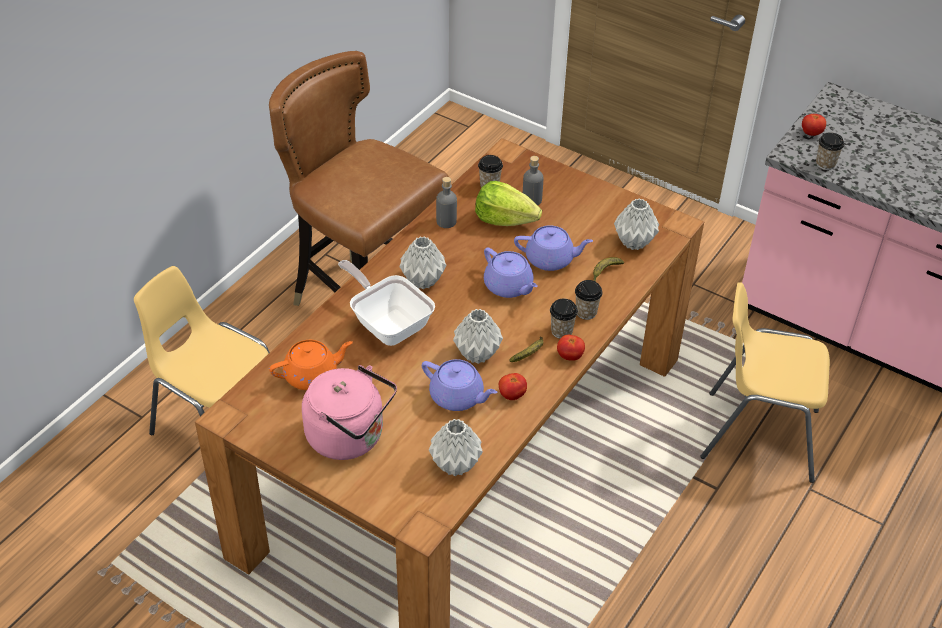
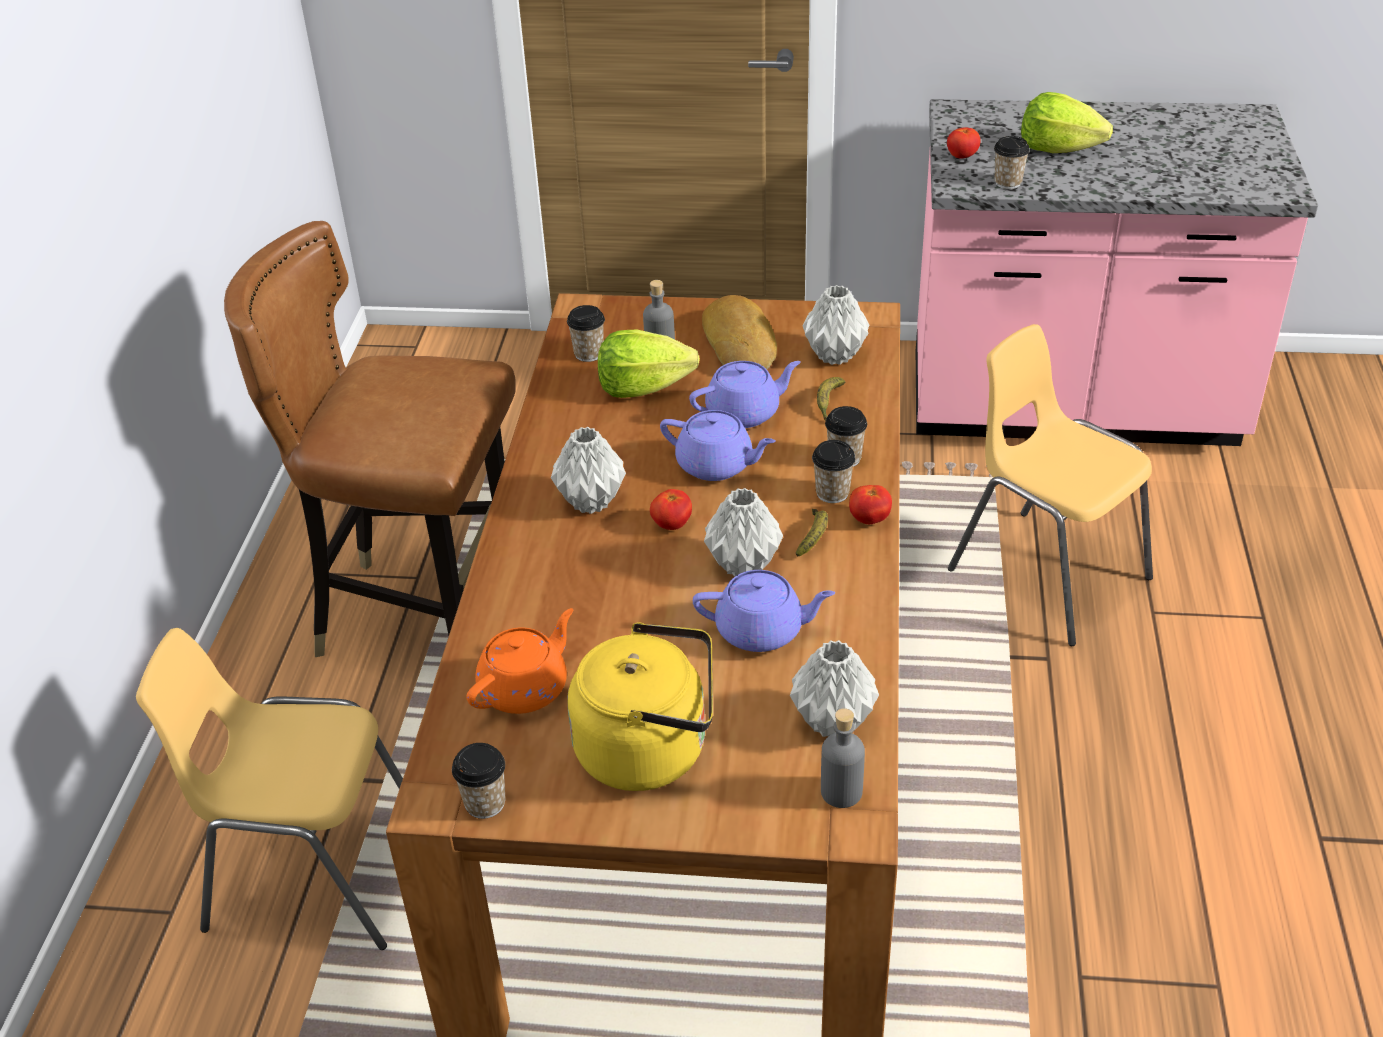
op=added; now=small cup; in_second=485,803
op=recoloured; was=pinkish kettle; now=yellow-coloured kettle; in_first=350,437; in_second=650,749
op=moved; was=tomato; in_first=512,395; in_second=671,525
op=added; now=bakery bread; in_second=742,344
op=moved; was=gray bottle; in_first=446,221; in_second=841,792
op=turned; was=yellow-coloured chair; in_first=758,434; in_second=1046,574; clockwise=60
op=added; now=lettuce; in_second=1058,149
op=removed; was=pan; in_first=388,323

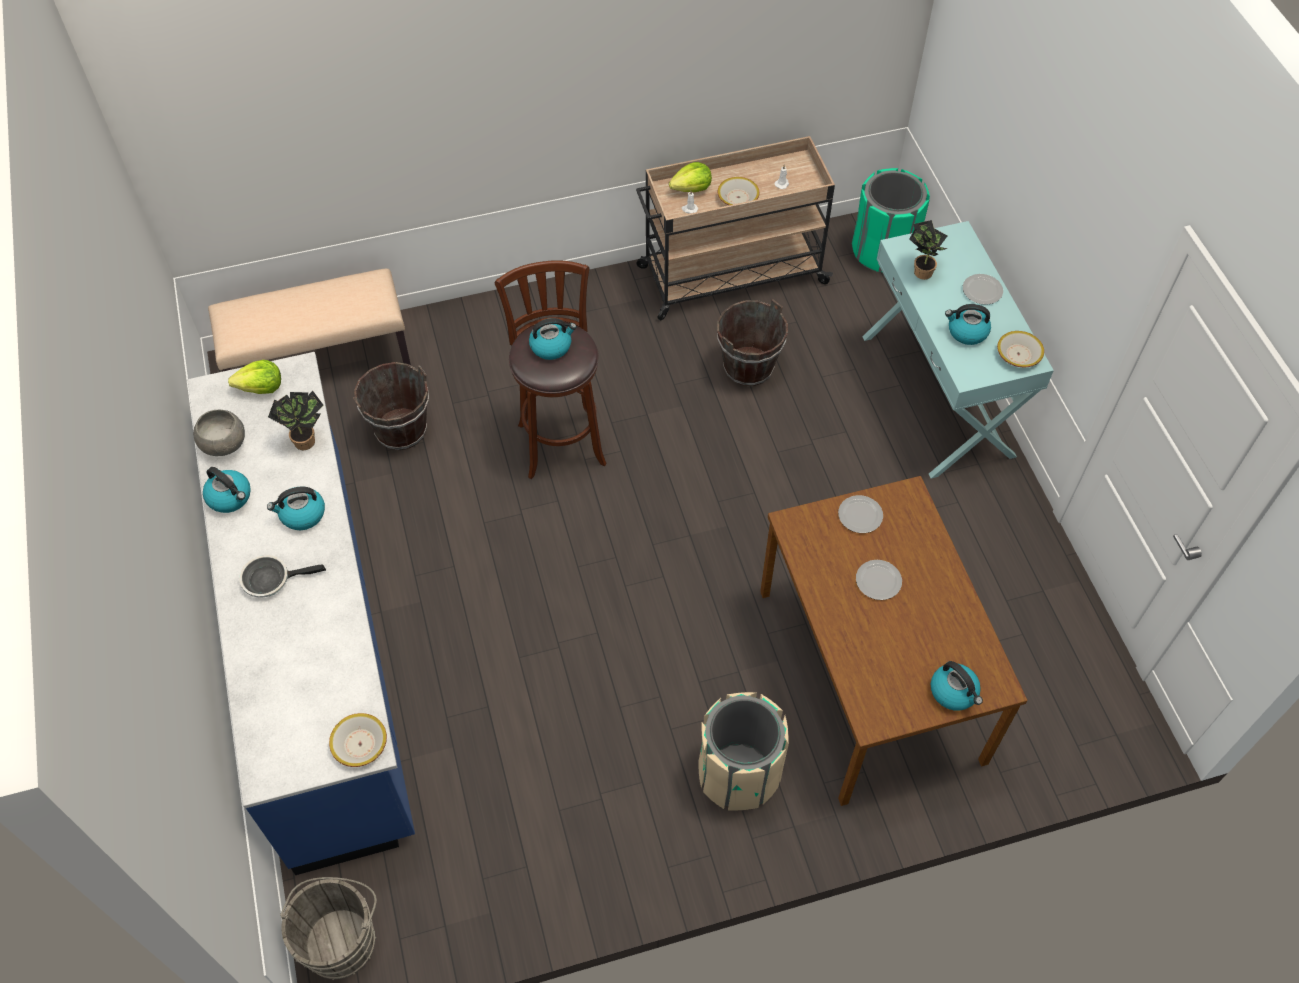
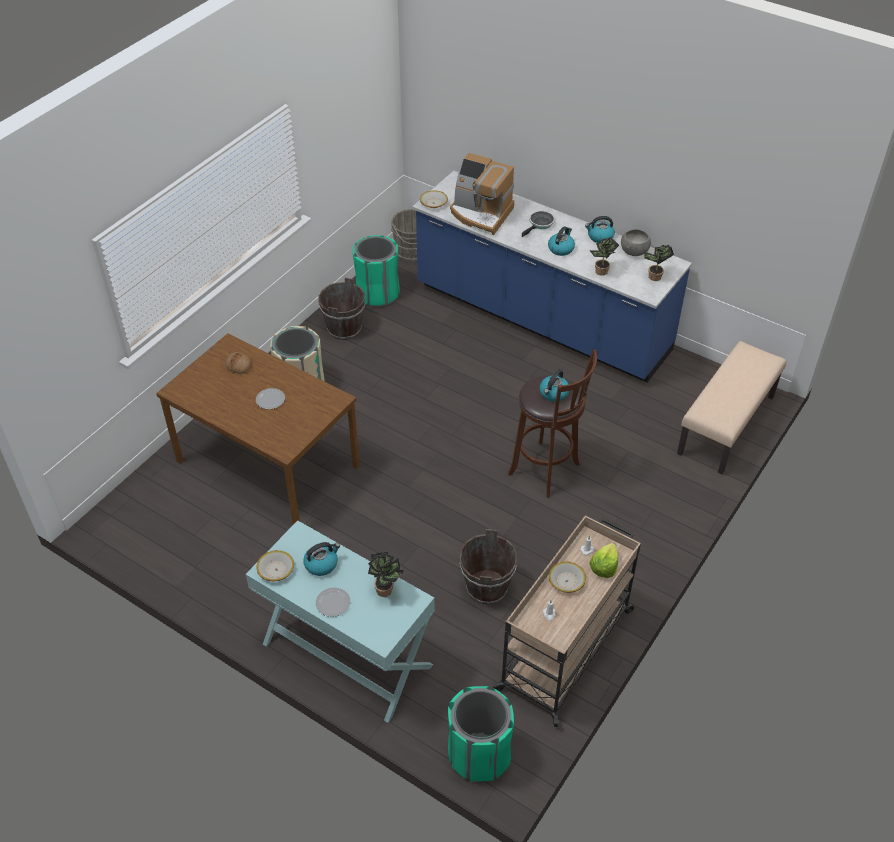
op=added; now=bakery bread; in_second=238,365
op=moved; was=brown-coloured pail; in_first=401,430; in_second=344,329
op=added; now=greenish waste bin; in_second=377,293
op=added; now=coffee maker; in_second=481,214
op=replaced; was=lettuce; now=plant in a pot; in_first=261,387; in_second=654,278
op=removed; was=dinner plate; in_first=861,515
op=removed; was=kettle; in_first=954,692

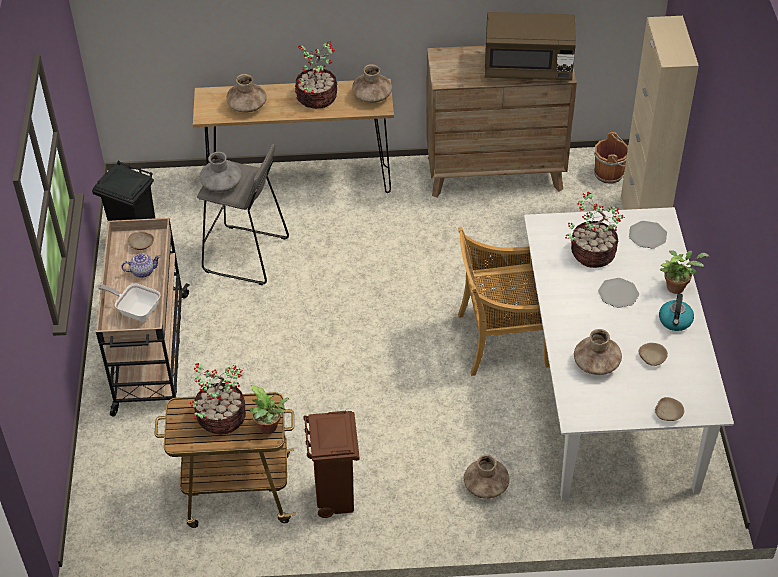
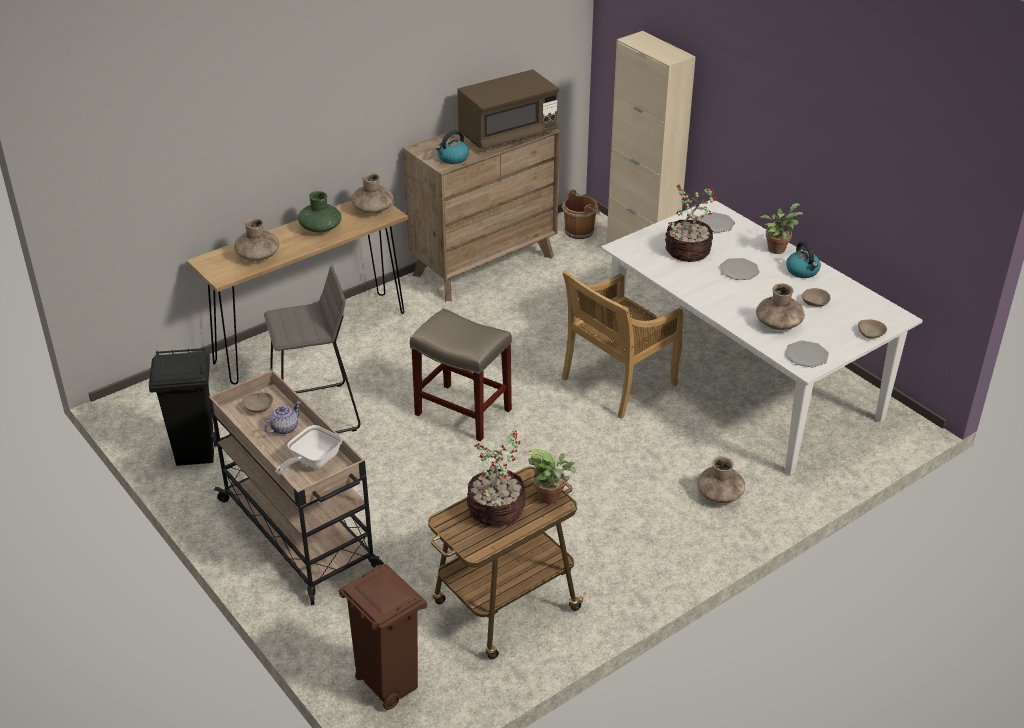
op=turned; was=pan; in_first=136,310; in_second=312,462; clockwise=-45
op=replaced; was=plant in a pot; now=greenish decorative vase; in_first=316,98; in_second=320,228
op=moved; was=brown-coloured waste bin; in_first=335,499; in_second=388,685
op=added; now=beige-coloured stool; in_second=461,412
op=added; now=kettle; in_second=453,158
op=added; now=dinner plate; in_second=806,355
op=removed; was=gray decorative vase; in_first=221,184

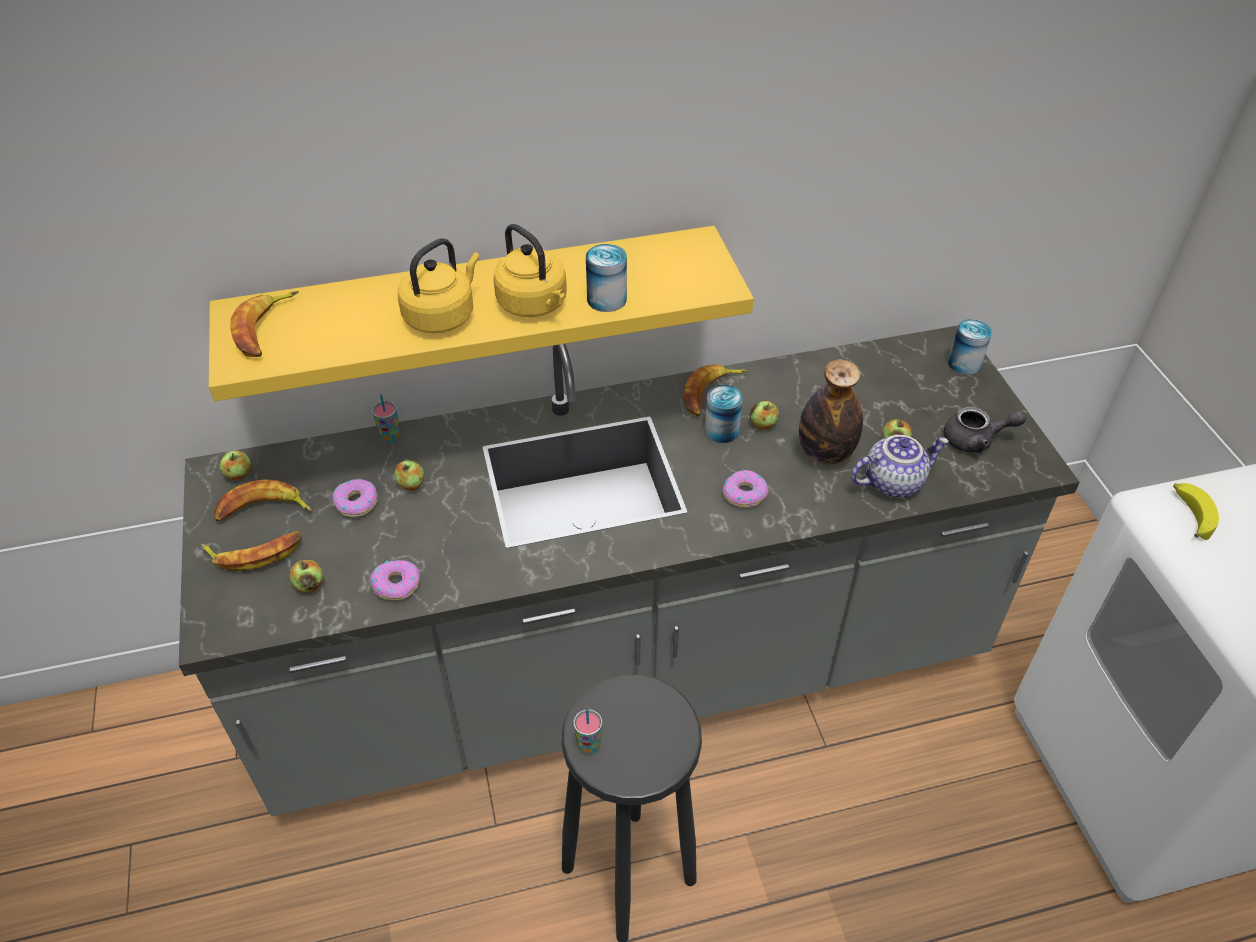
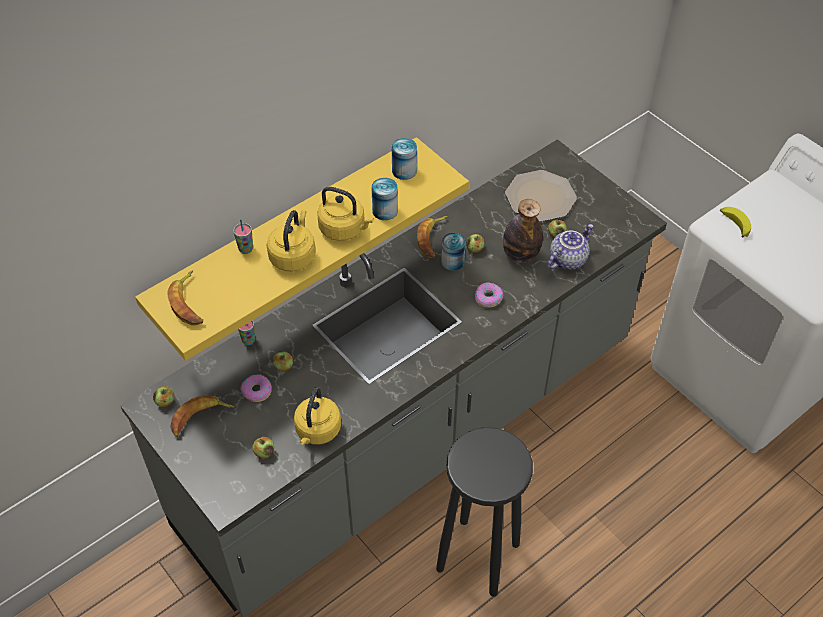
op=moved; was=small cup; in_first=589,745; in_second=246,249
op=replaced; was=donut; now=yellow-coloured kettle; in_first=396,584; in_second=317,431
op=moved; was=metal can; in_first=964,363; in_second=404,171
op=added; now=dinner plate; in_second=541,197
op=removed; was=banana fruit; in_first=255,553
op=removed; was=gray teapot; in_first=975,440

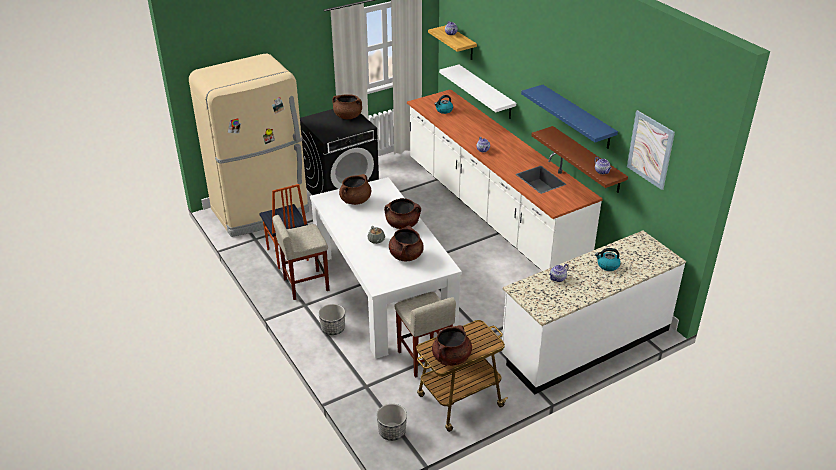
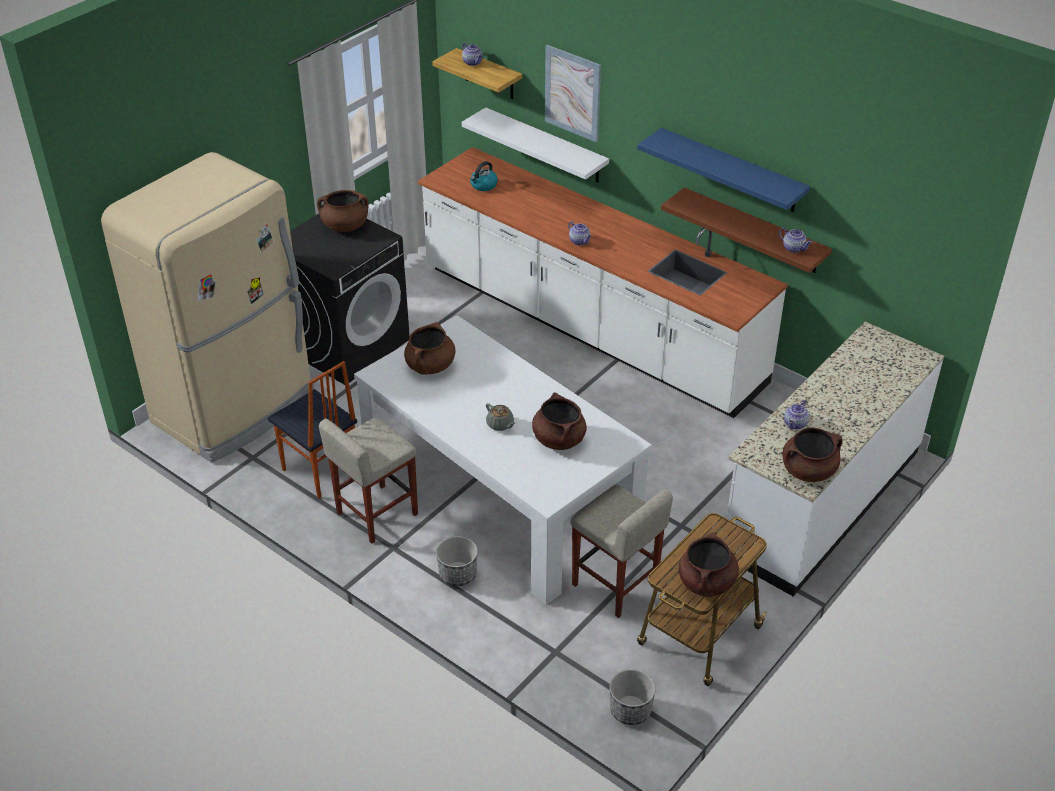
op=moved; was=picture; in_first=650,149; in_second=572,93
op=moved; was=brown-coloured saucepot; in_first=402,224; in_second=808,470
op=removed; was=kettle; in_first=607,265

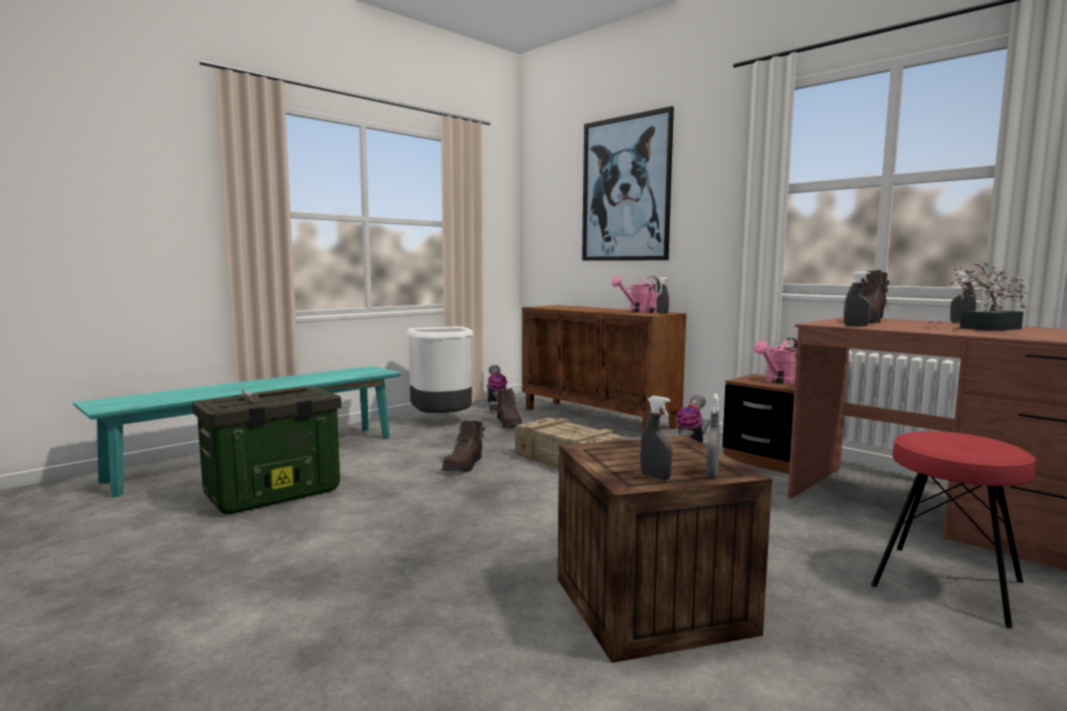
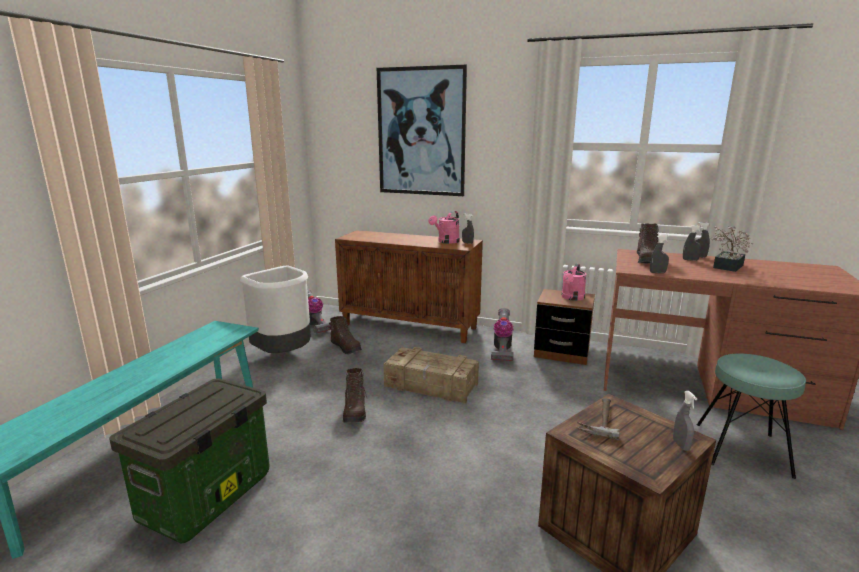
op=moved; was=tool hammer; in_first=273,395; in_second=598,419
op=moved; was=gray spray bottle; in_first=655,477; in_second=690,260
op=recoloured; was=red stool; now=turquoise-coloured stool; in_first=947,583; in_second=742,449

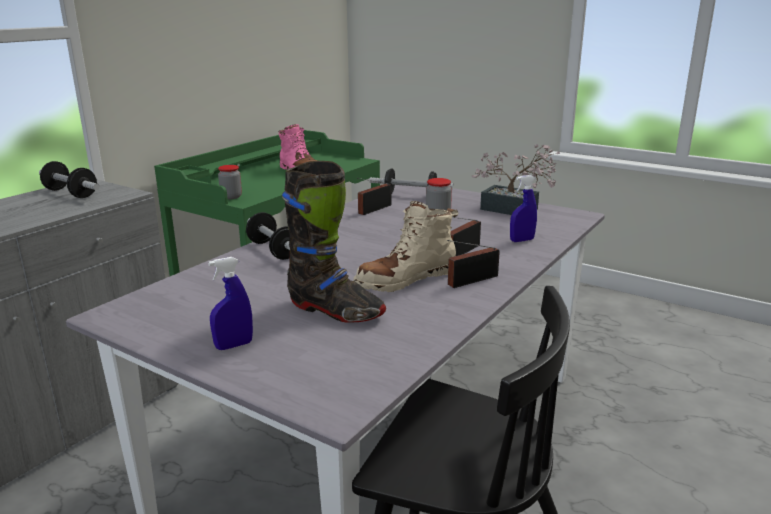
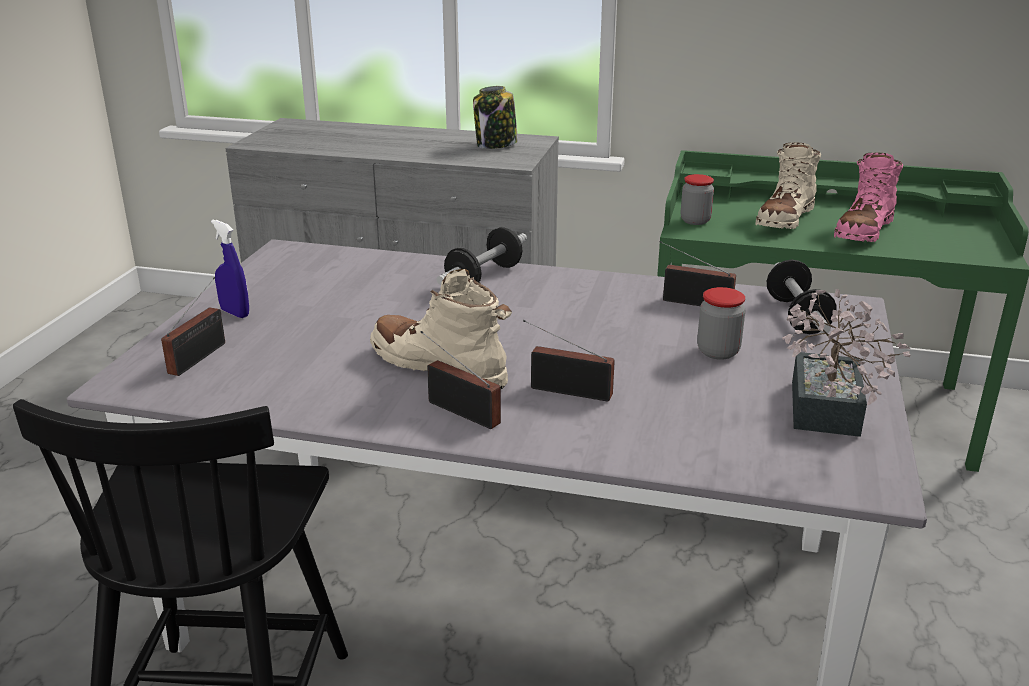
op=added; now=radio set; in_second=201,356
op=replaced; was=hand weight; now=preserve jar; in_first=71,193; in_second=496,145
op=added; now=beige-coloured tall boot; in_second=785,219
op=removed; was=blackish tall boot; in_first=335,311
op=removed; was=blue spray bottle; in_first=521,240

